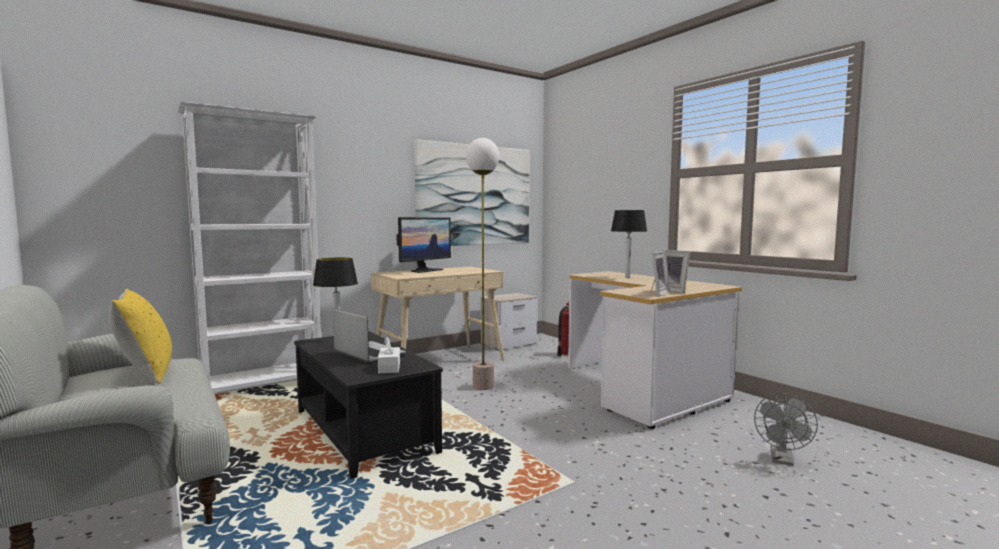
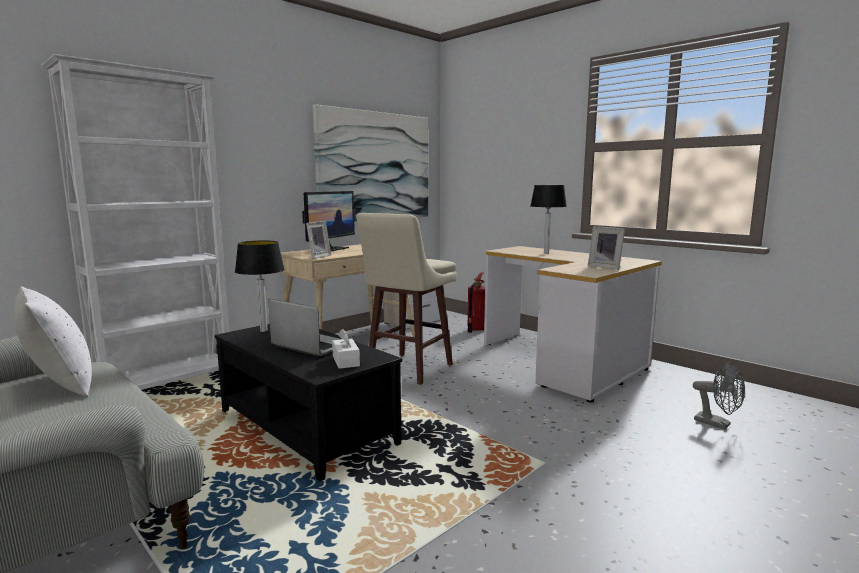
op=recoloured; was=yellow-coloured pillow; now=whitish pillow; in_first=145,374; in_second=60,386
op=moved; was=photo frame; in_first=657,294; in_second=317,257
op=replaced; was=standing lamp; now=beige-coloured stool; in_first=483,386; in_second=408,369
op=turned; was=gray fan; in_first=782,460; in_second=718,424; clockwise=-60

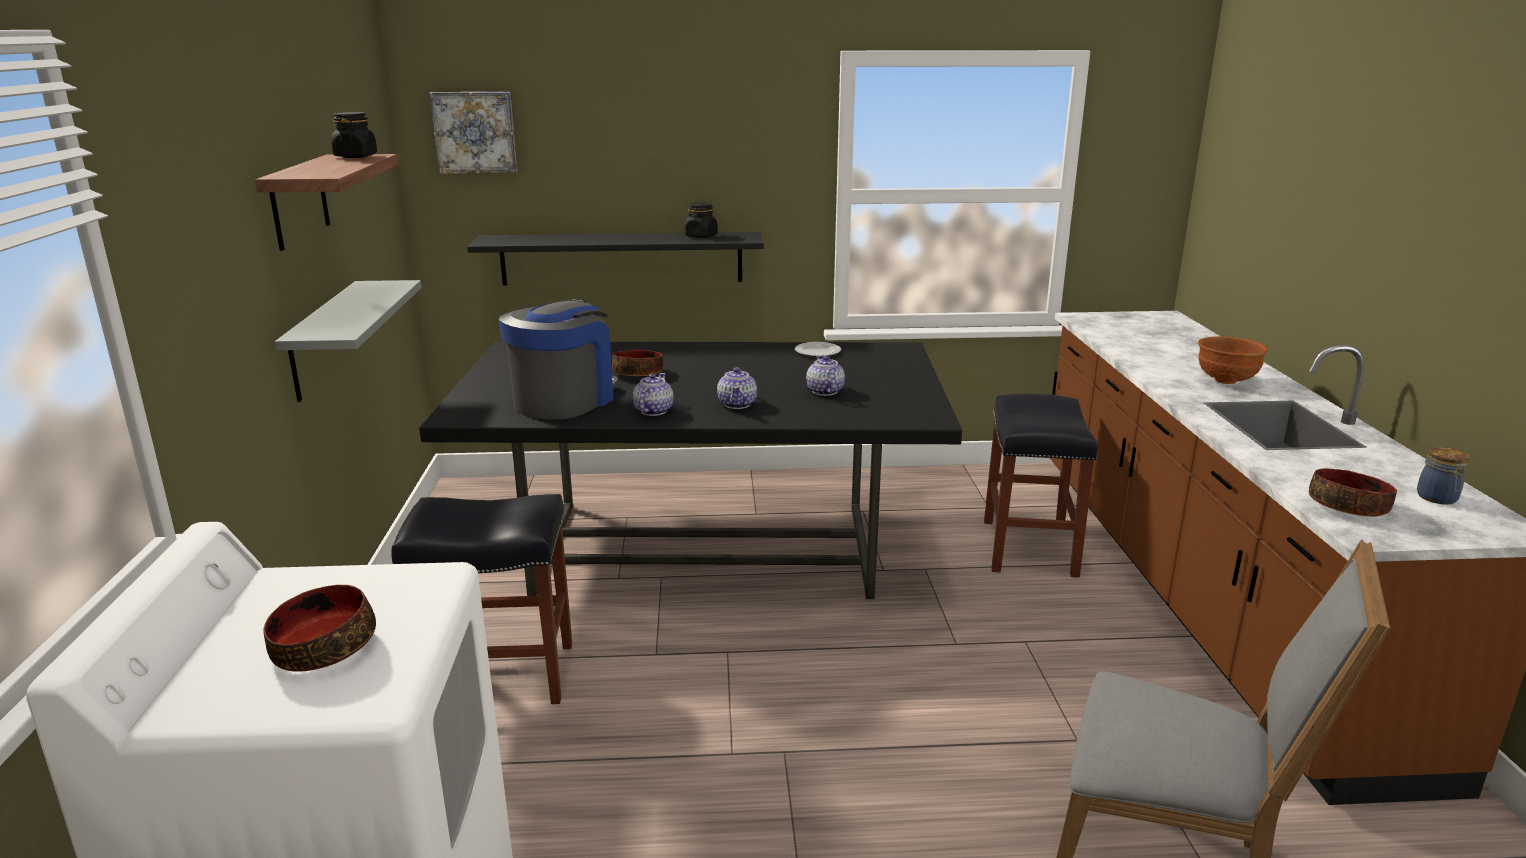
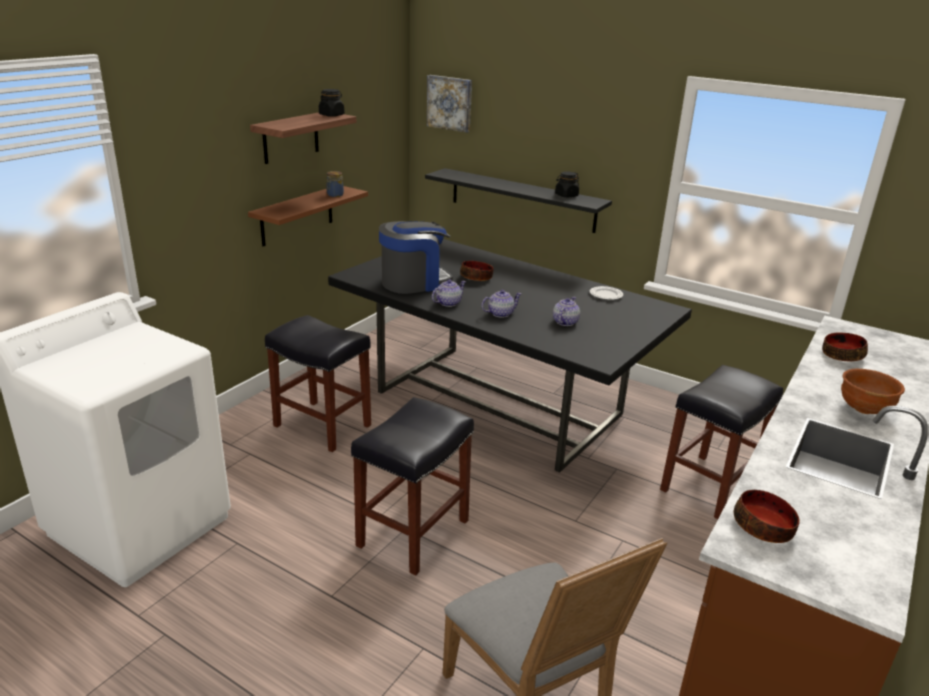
op=recoloured; was=gray bracket shelf; now=brown-coloured bracket shelf; in_first=324,340; in_second=297,215
op=moved; was=preserve jar; in_first=1438,498; in_second=334,195
op=added; now=blackish stool; in_second=413,532
op=turned; was=teapot; in_first=737,404; in_second=500,313; clockwise=-150
op=moved; was=bowl; in_first=323,647; in_second=842,355

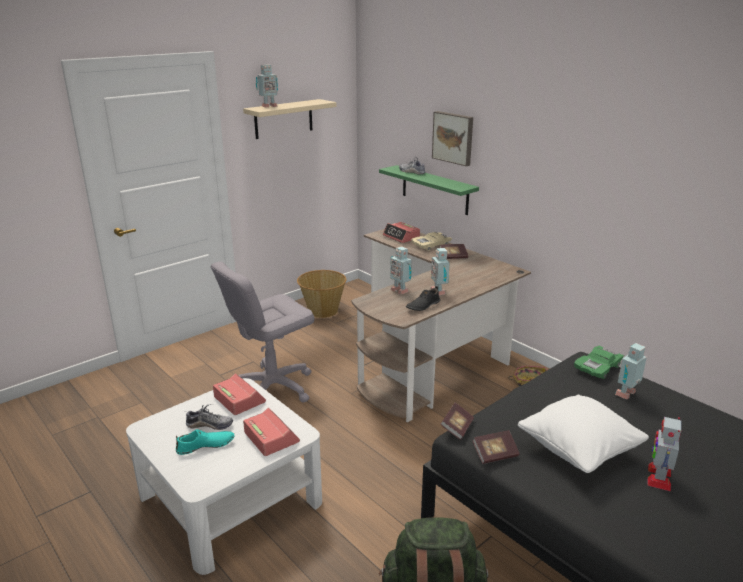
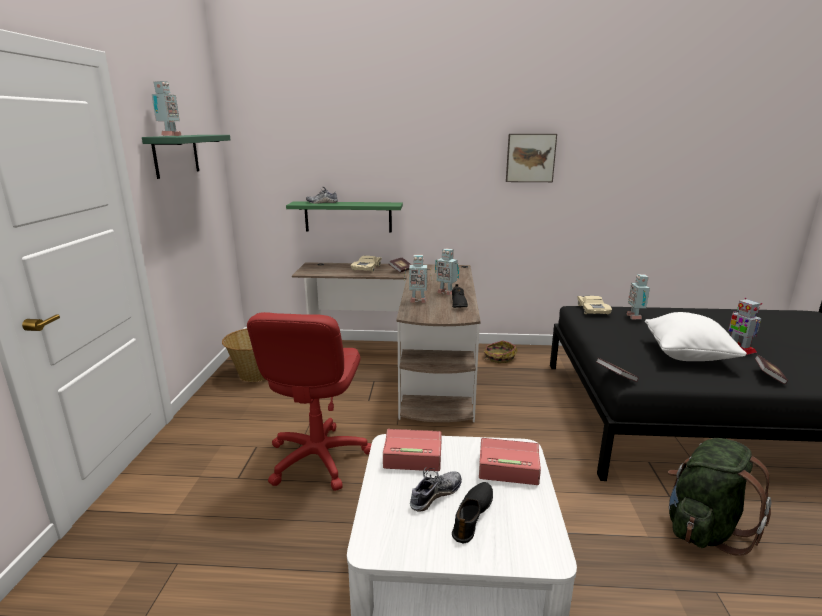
op=recoloured; was=beige-coloured bracket shelf; now=greenish bracket shelf; in_first=283,119; in_second=176,155
op=recoloured; was=gray desk chair; now=red desk chair; in_first=272,387; in_second=318,458
op=recoloured; was=turquoise-coloured low shoe; now=blackish low shoe; in_first=205,446; in_second=473,515
op=moved; was=picture; in_first=453,138; in_second=530,158
op=recoloured; was=greenish toy car; now=beige-coloured toy car; in_first=598,367; in_second=593,310
op=moved; was=book; in_first=495,454; in_second=768,376
op=removed; was=table clock; in_first=401,237

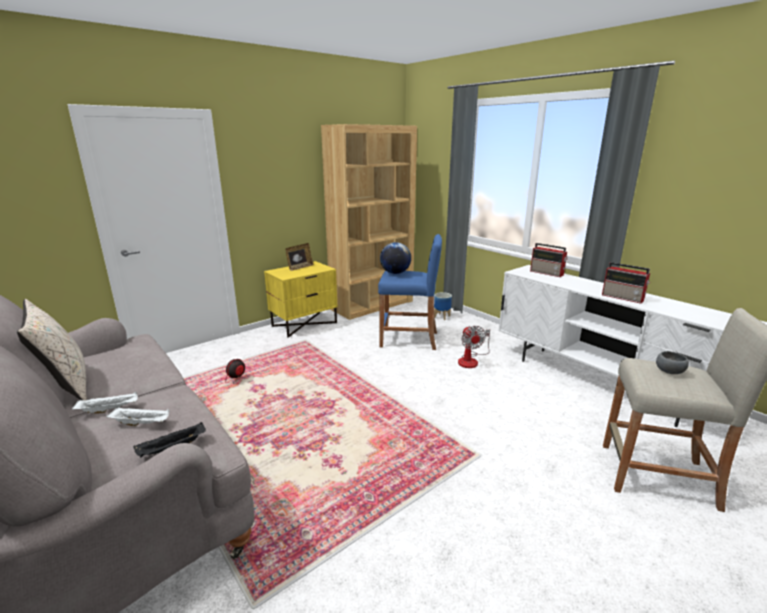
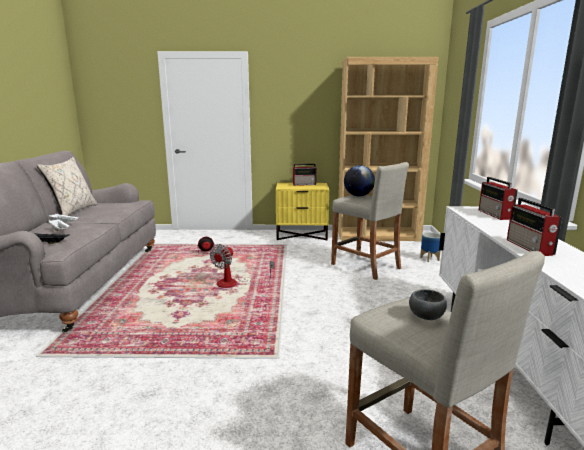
op=moved; was=fan; in_first=471,360; in_second=234,283
op=replaced; was=photo frame; now=radio set; in_first=299,267; in_second=305,184
op=recoloured; was=blue stool; now=beige-coloured stool; in_first=409,339; in_second=365,266

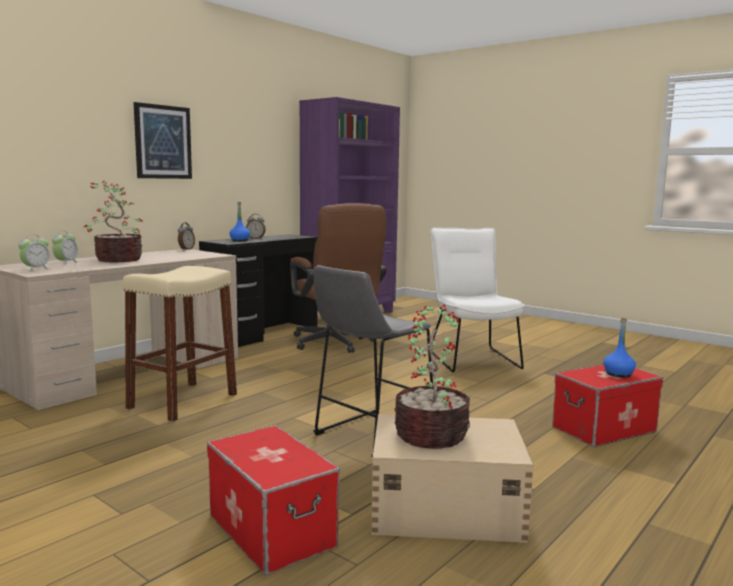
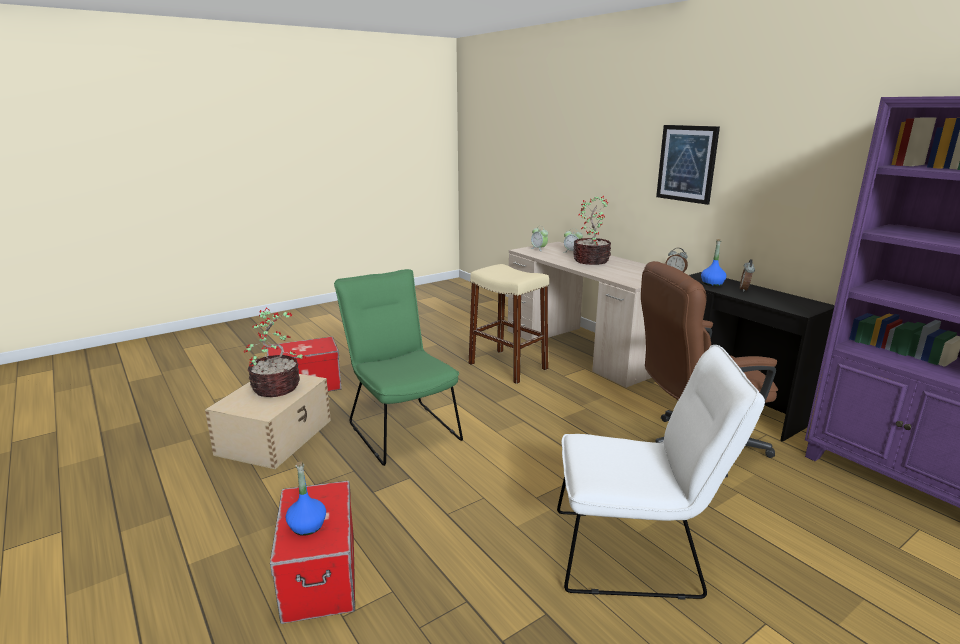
op=replaced; was=gray stool; now=greenish chair; in_first=370,435; in_second=401,428

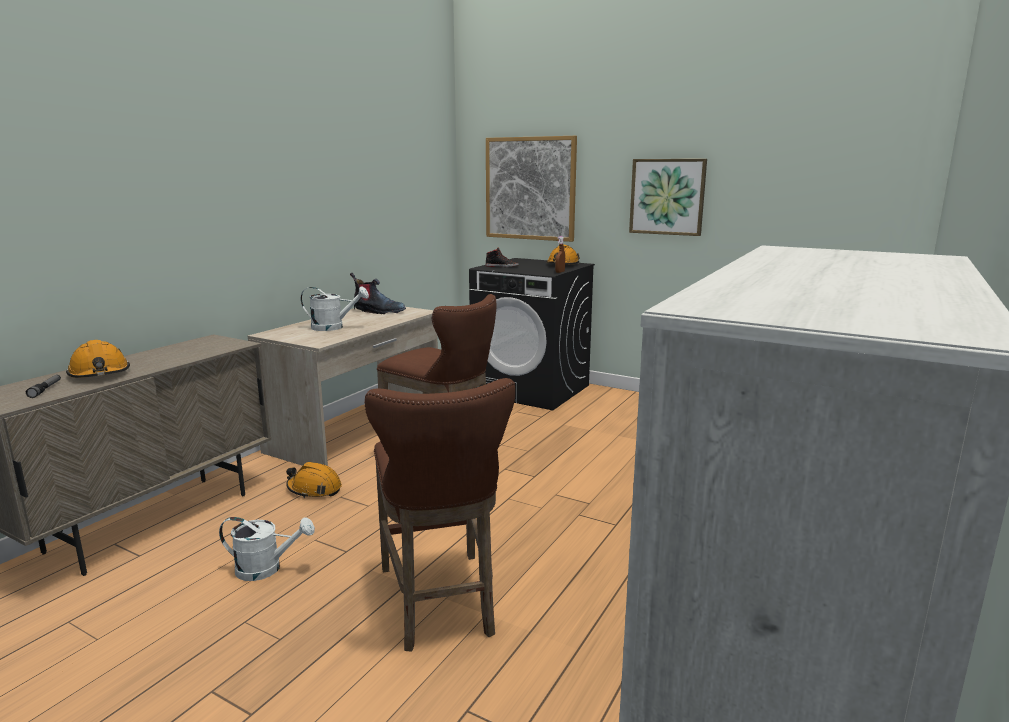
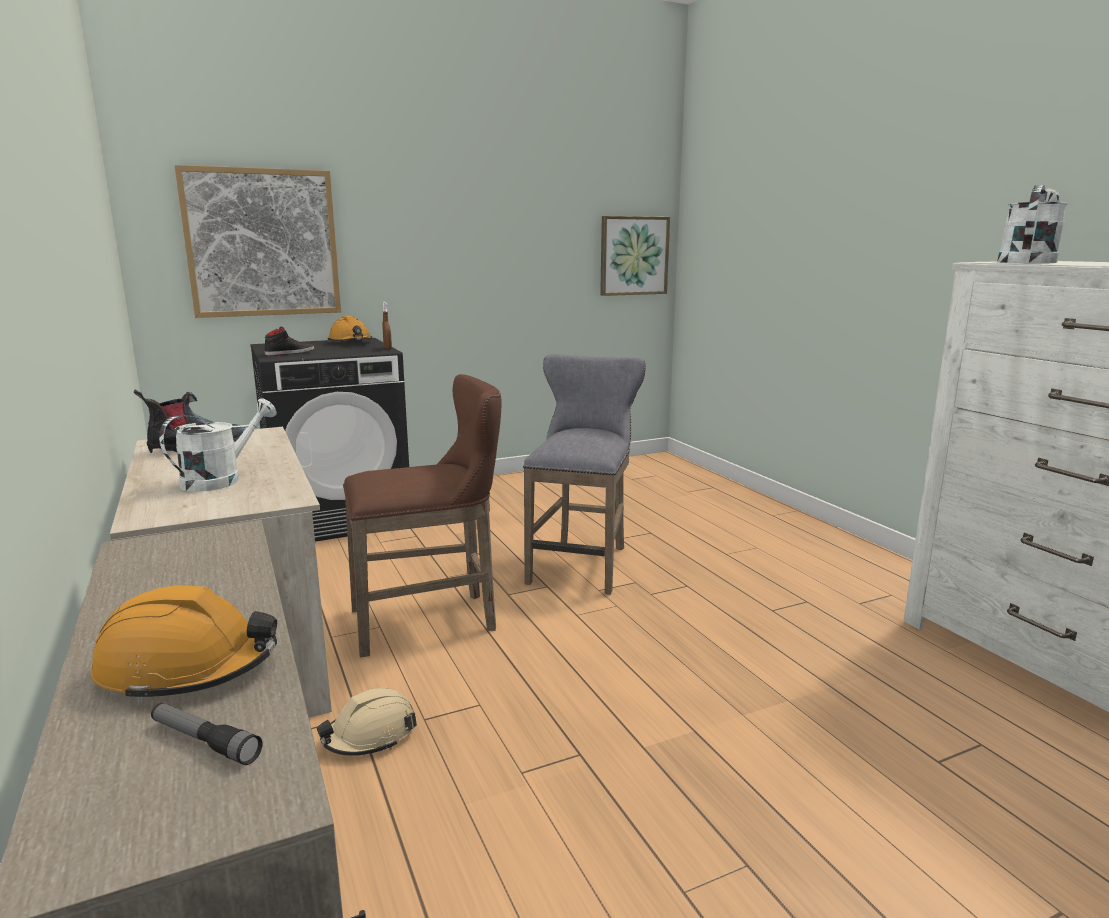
op=recoloured; was=orange-coloured safety helmet; now=beige-coloured safety helmet; in_first=314,489; in_second=370,735
op=added; now=gray stool; in_second=582,562
op=moved; was=picture; in_first=667,197; in_second=633,256
op=moved; was=whitish sprinkling can; in_first=266,569; in_second=1027,262
op=removed; was=brown-coloured stool; in_first=439,604

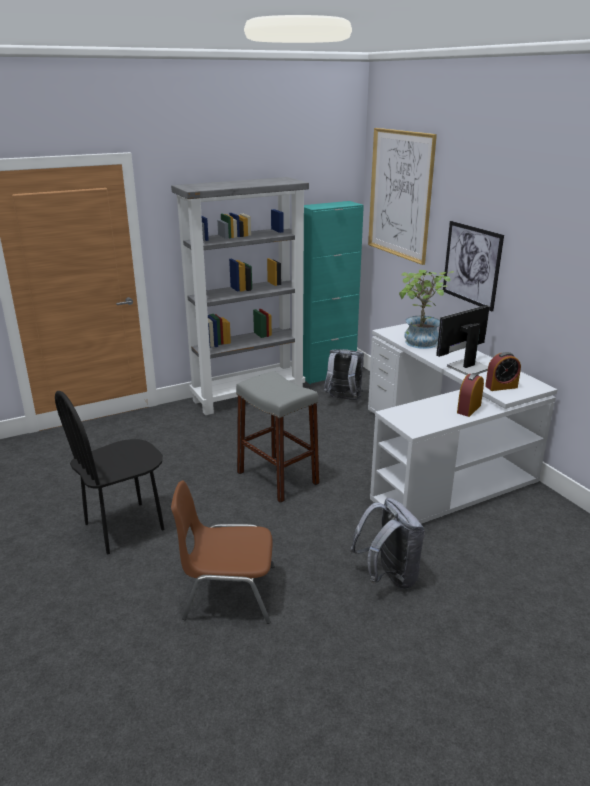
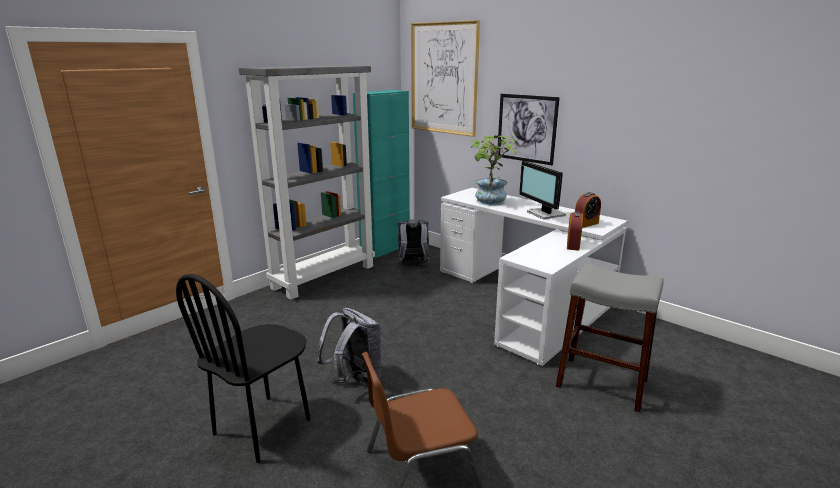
op=moved; was=gray backpack; in_first=388,576; in_second=355,379
op=turned; was=monitor; in_first=466,367; in_second=545,214; clockwise=-60
op=moved; was=gray stool; in_first=277,478; in_second=601,383

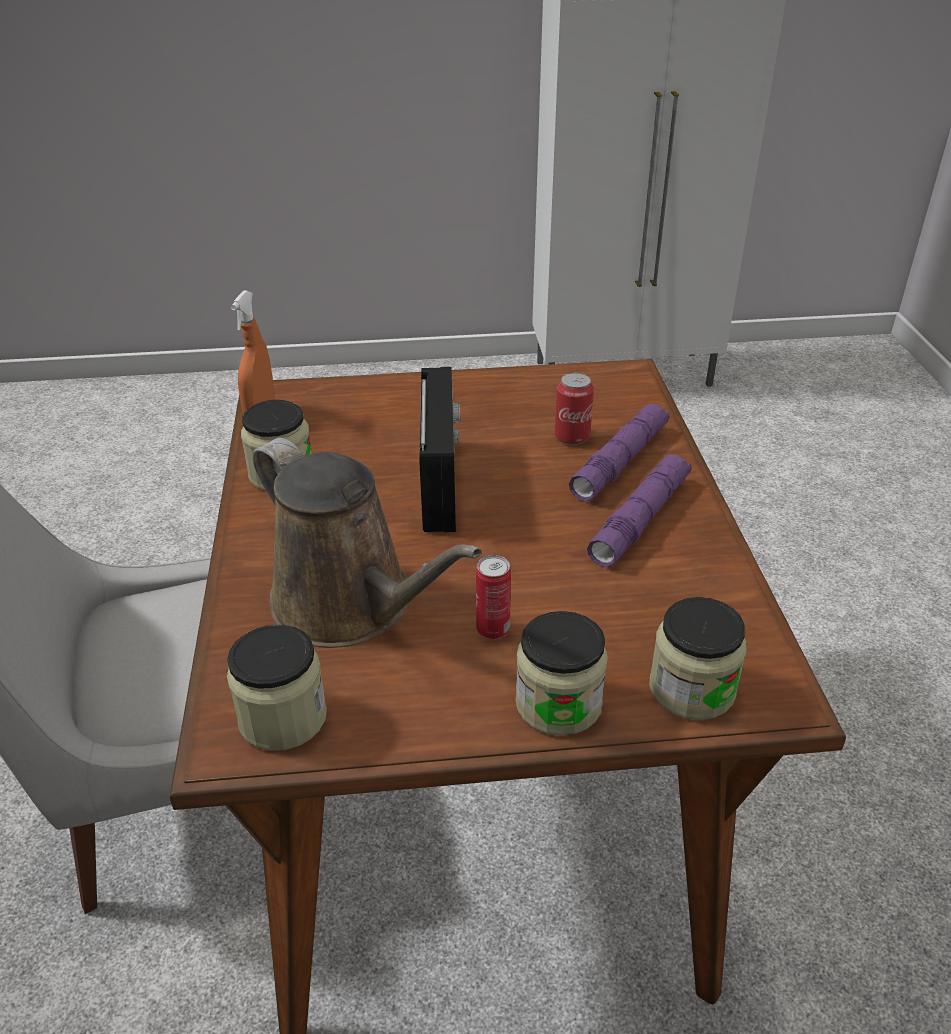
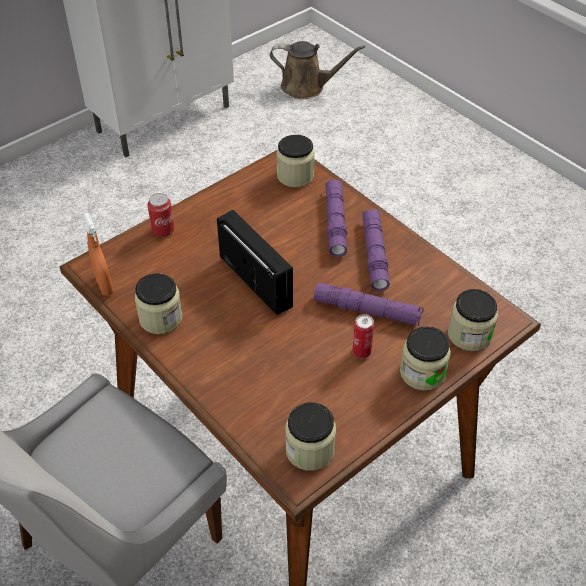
op=moved; was=metal can; in_first=572,437; in_second=163,230
op=moved; was=brown-coloured sprinkling can; in_first=351,606; in_second=307,87
op=added; now=preserve jar; in_second=295,176
op=added; now=purple-coloured hand torch; in_second=367,310

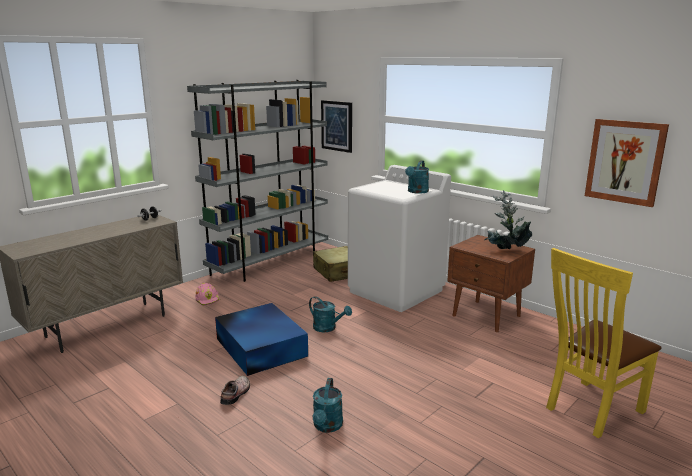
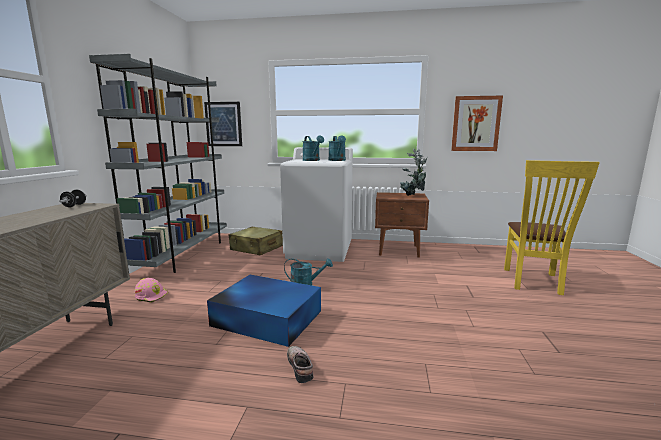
op=moved; was=turquoise-coloured sprinkling can; in_first=327,426; in_second=312,160

